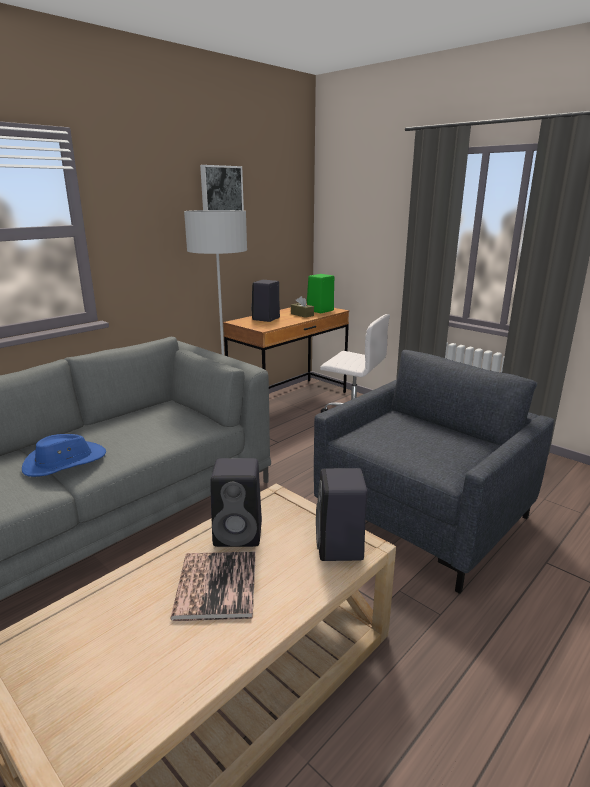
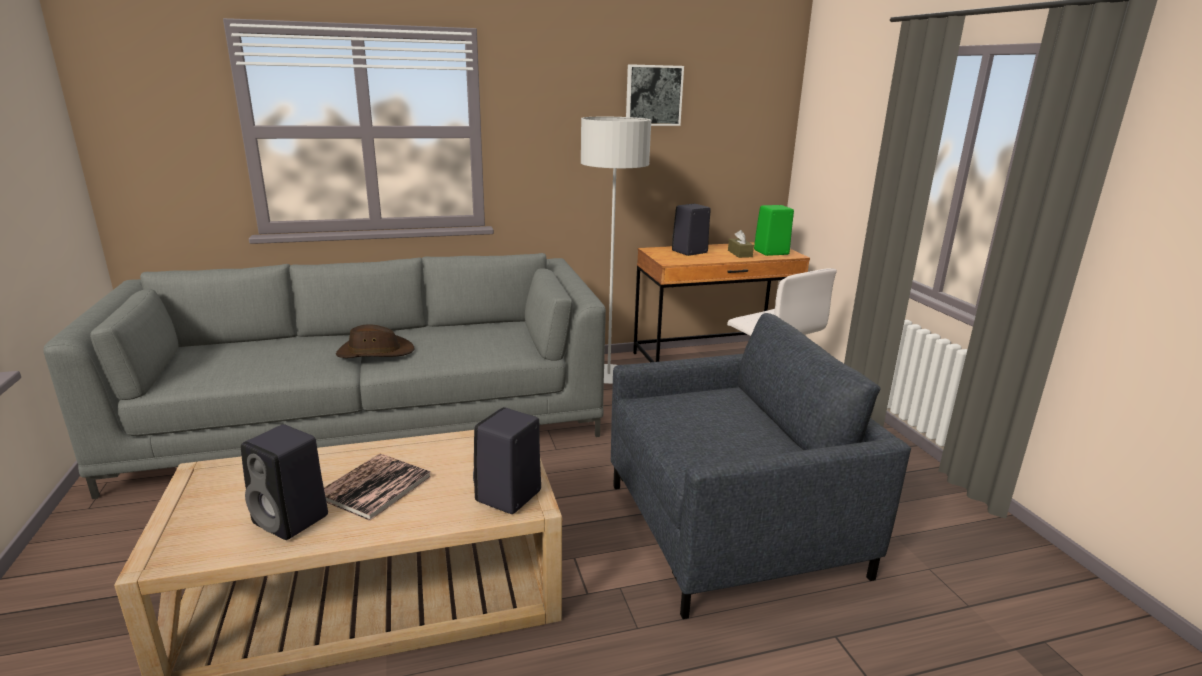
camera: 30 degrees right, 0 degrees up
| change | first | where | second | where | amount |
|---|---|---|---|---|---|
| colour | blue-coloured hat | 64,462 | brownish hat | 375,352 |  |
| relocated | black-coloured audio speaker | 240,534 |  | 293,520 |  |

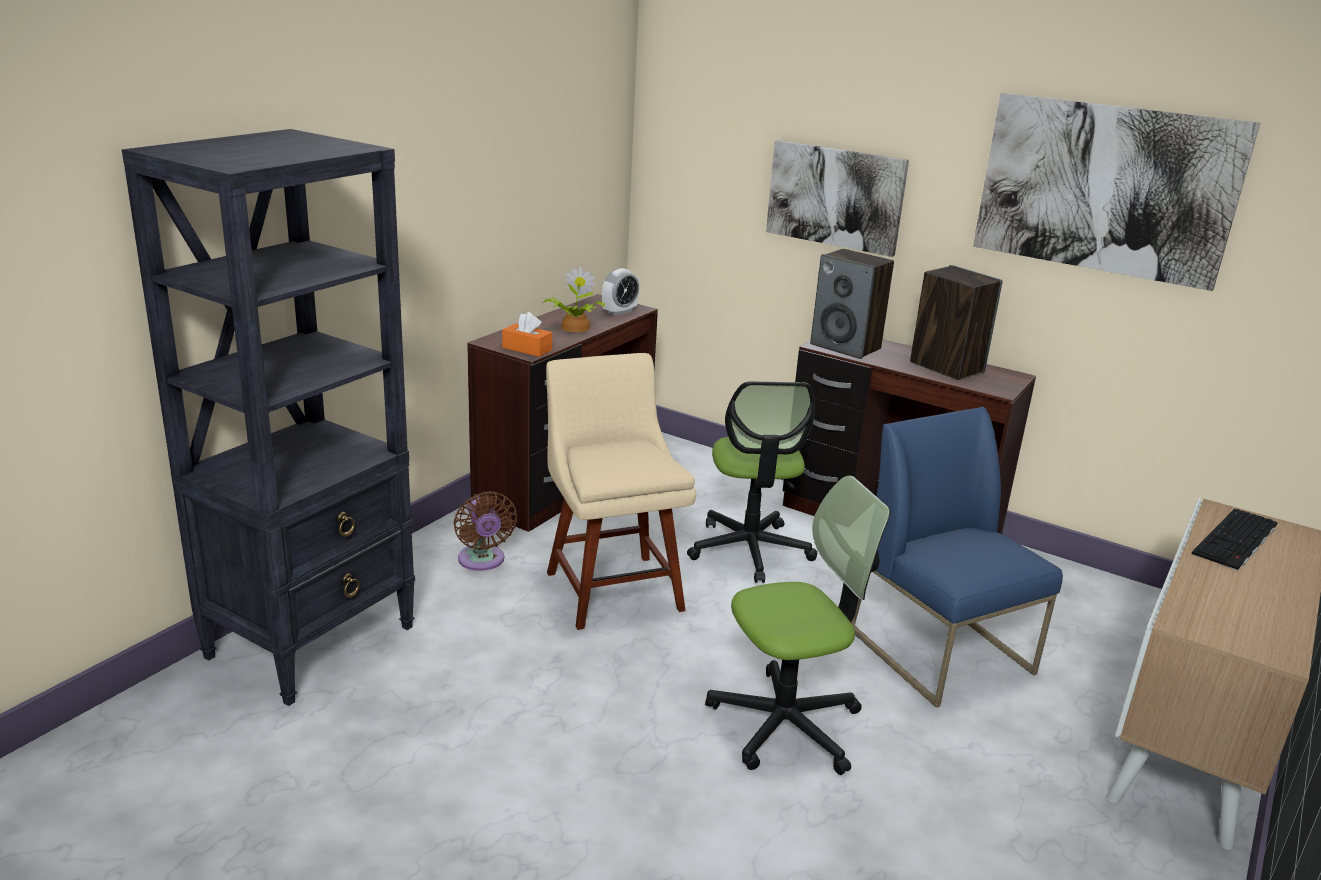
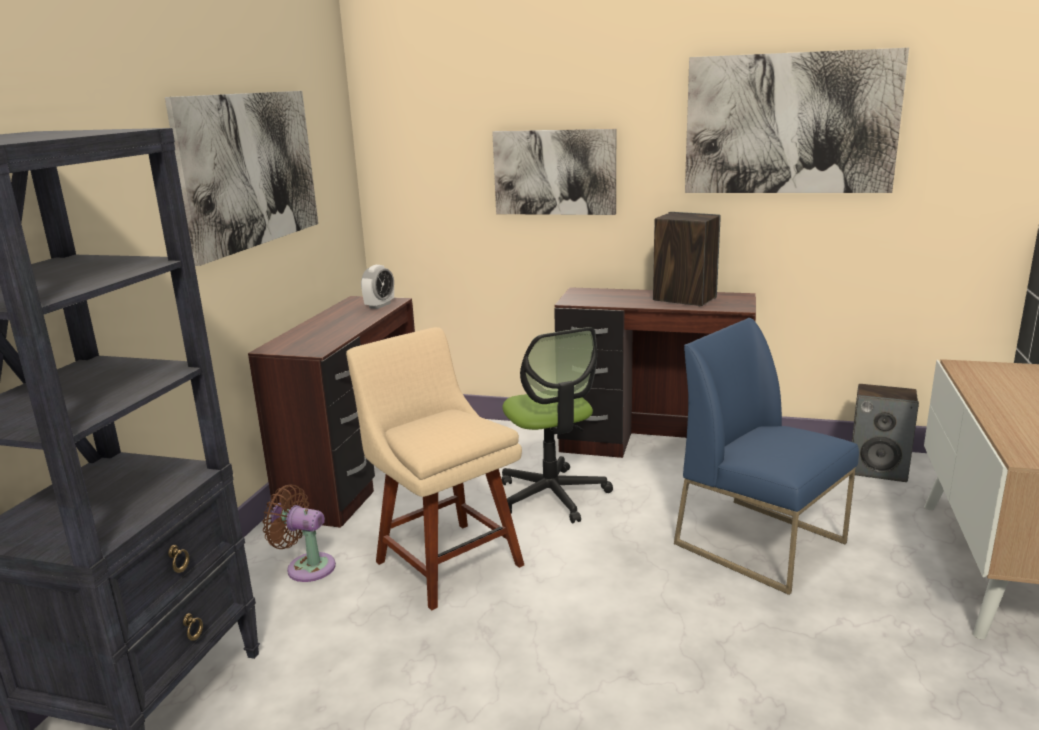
camera: 15 degrees left, 5 degrees down
| change | first | where | second | where | amount |
|---|---|---|---|---|---|
| relocated | audio speaker | 846,347 |  | 878,470 |  |
| missing | houseplant | 574,327 |  |  |  |
| missing | orange-coloured box of tissues | 527,349 |  |  |  |
| missing | desk chair | 786,724 |  |  |  |
| spun | brownish cooling fan | 482,561 |  | 306,567 | 150 degrees clockwise |
| missing | computer keyboard | 1237,540 |  |  |  |
| appeared |  |  | wall picture | 250,170 |  |

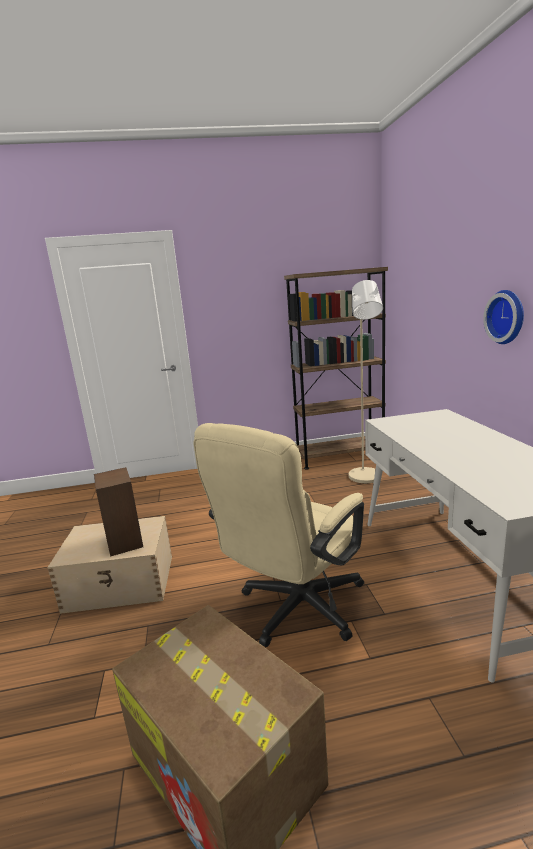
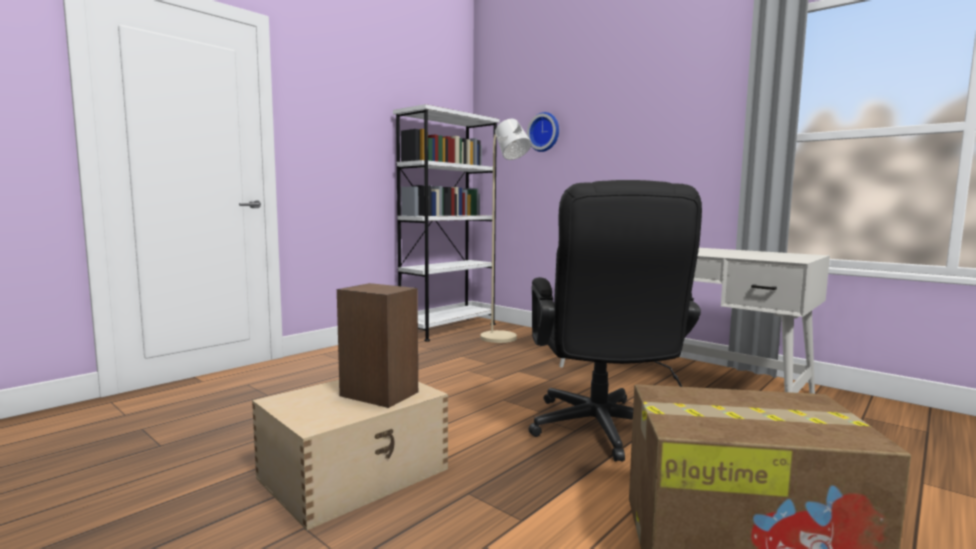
camera: 40 degrees left, 10 degrees down
| change | first | where | second | where | amount |
|---|---|---|---|---|---|
| colour | brownish shelving unit | 340,457 | white-coloured shelving unit | 448,328 |  |
| relocated | hanging clock | 507,317 |  | 545,132 |  |
| colour | beige-coloured desk chair | 295,610 | black-coloured desk chair | 601,432 |  |

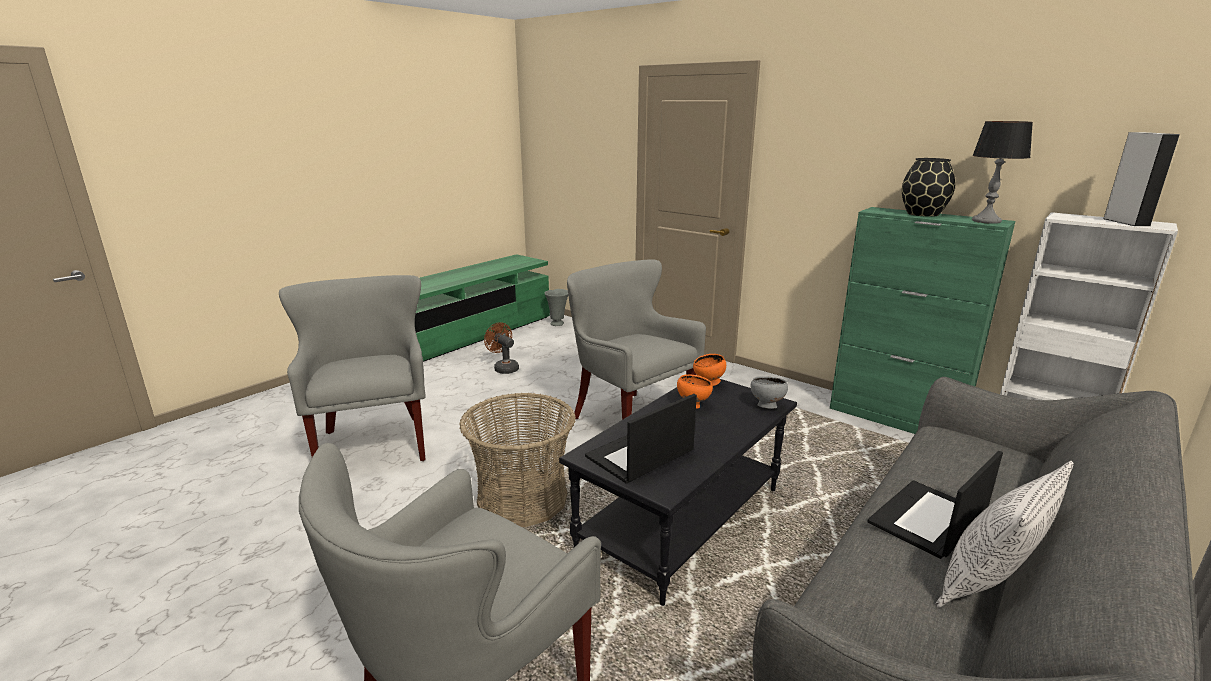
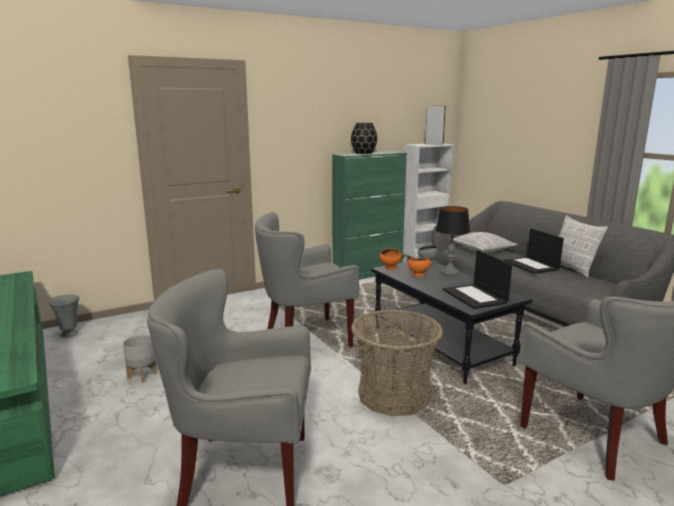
camera: 70 degrees left, 5 degrees down
| change | first | where | second | where | amount |
|---|---|---|---|---|---|
| relocated | lamp for a table | 986,221 |  | 449,272 |  |
| exchanged | brownish cooling fan | 504,368 | gray plant pot | 142,376 |  |
| appeared |  |  | pillow | 482,250 |  |

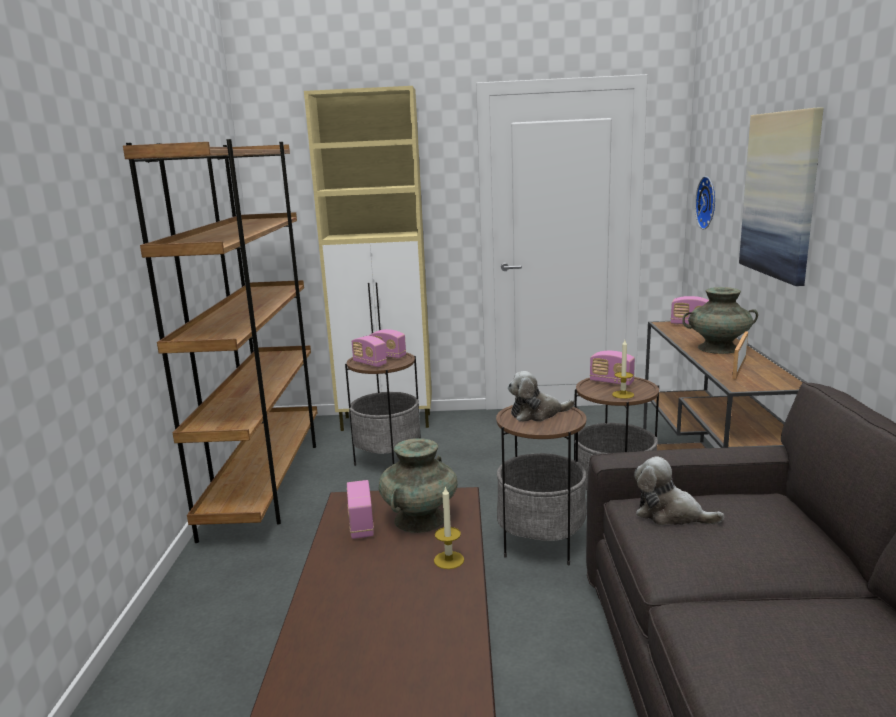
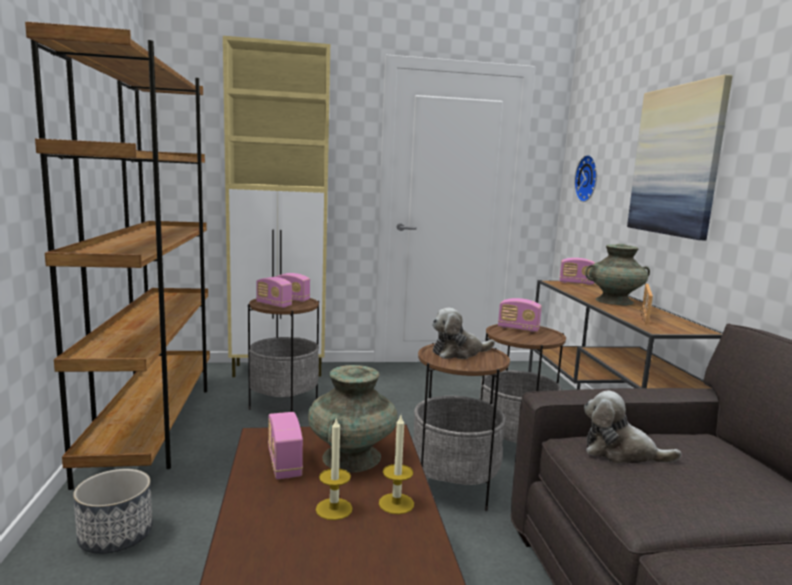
camera: 10 degrees left, 5 degrees down
| change | first | where | second | where | amount |
|---|---|---|---|---|---|
| relocated | candle | 623,394 |  | 334,509 |  |
| appeared |  |  | plant pot | 115,536 |  |

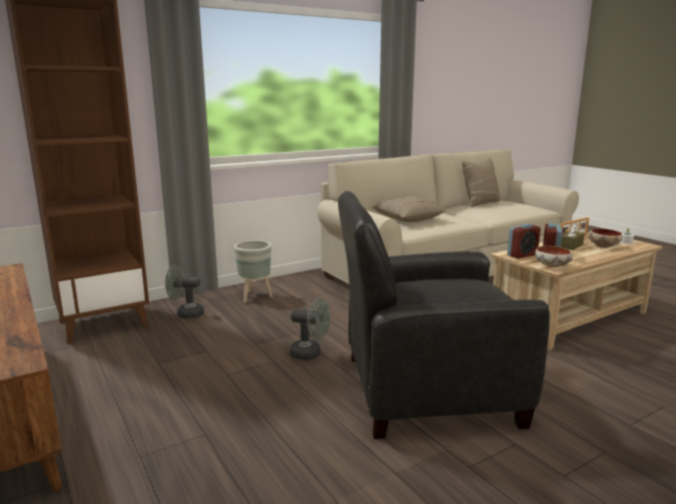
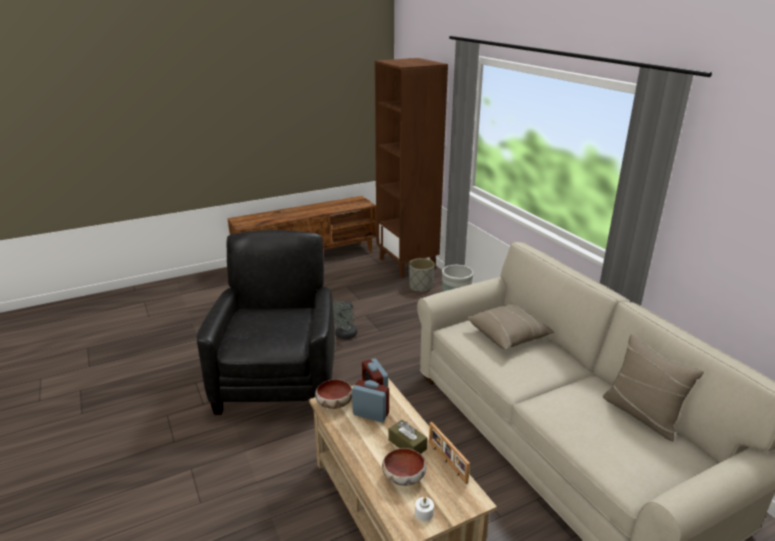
camera: 95 degrees right, 10 degrees up
| change | first | where | second | where | amount |
|---|---|---|---|---|---|
| exchanged | gray cooling fan | 185,314 | gray plant pot | 420,287 |  |

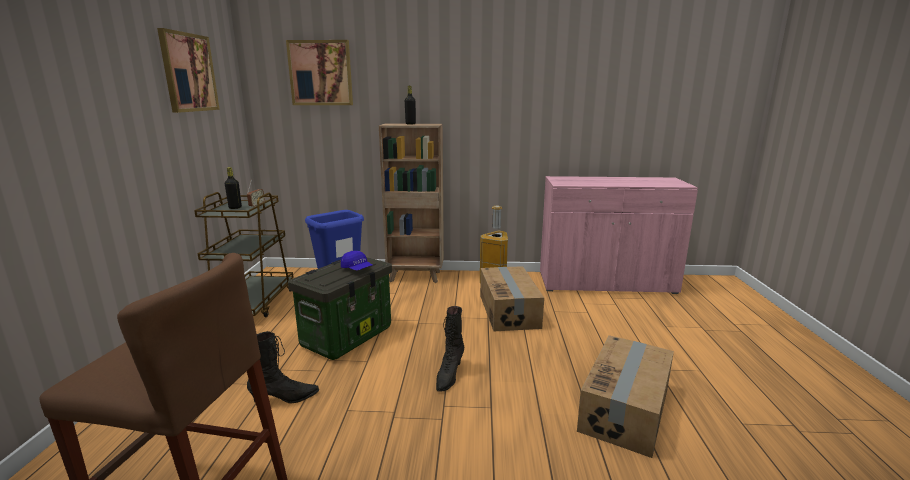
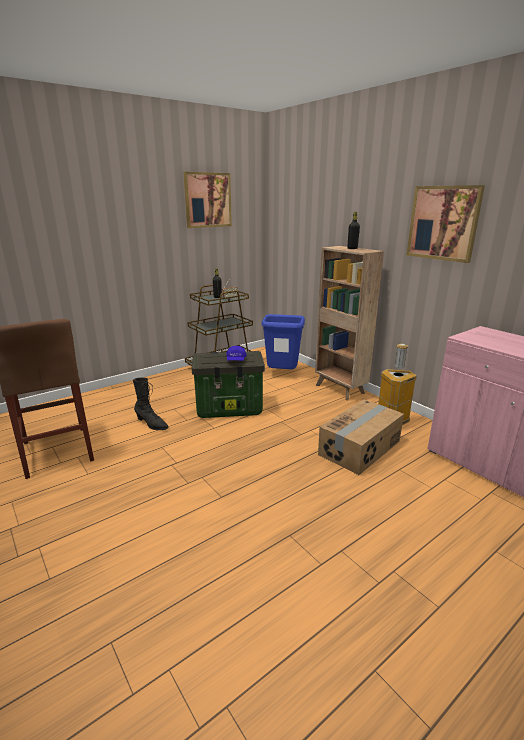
camera: 50 degrees right, 5 degrees up
| change | first | where | second | where | amount |
|---|---|---|---|---|---|
| relocated | wall picture | 320,73 |  | 443,223 |  |
| missing | black-coloured boot | 449,376 |  |  |  |
| missing | carton | 626,409 |  |  |  |

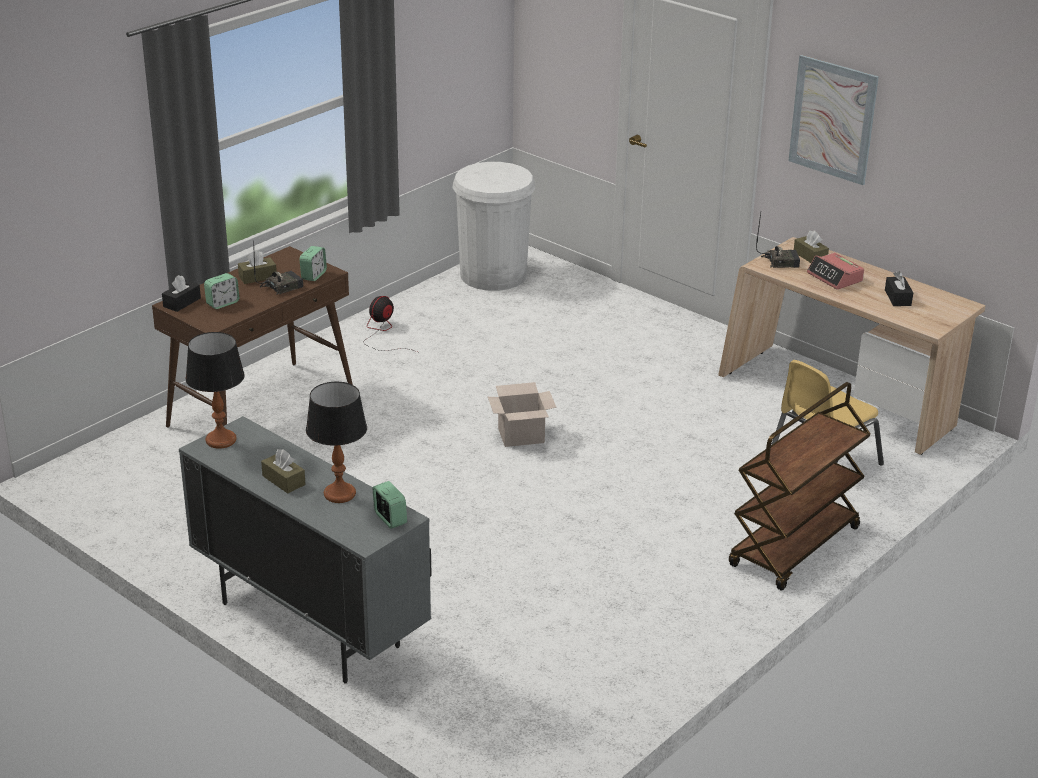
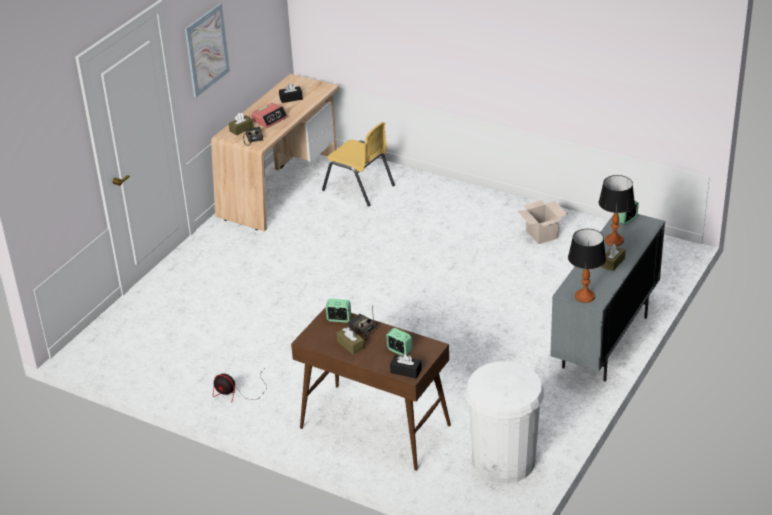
camera: 100 degrees left, 5 degrees up
| change | first | where | second | where | amount |
|---|---|---|---|---|---|
| relocated | white-coloured trash can | 493,275 |  | 504,461 |  |
| relocated | carton | 520,436 |  | 542,234 |  |
| missing | brownish trolley | 795,548 |  |  |  |

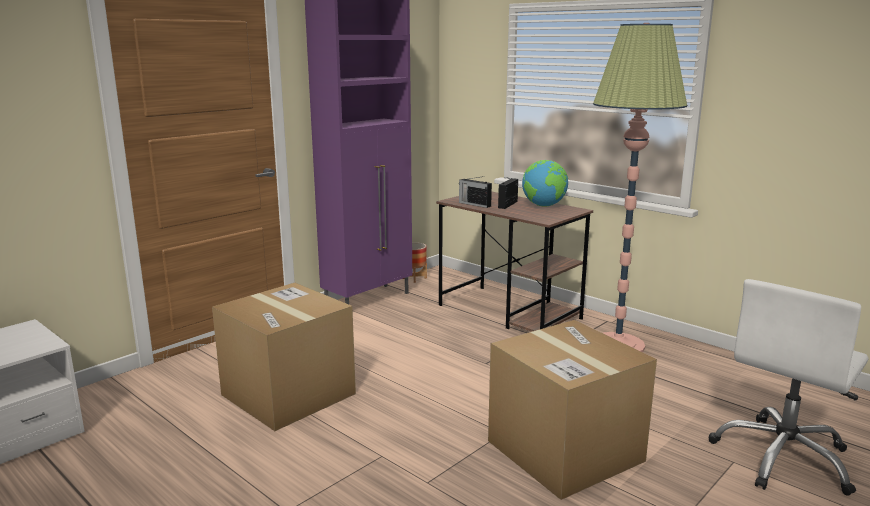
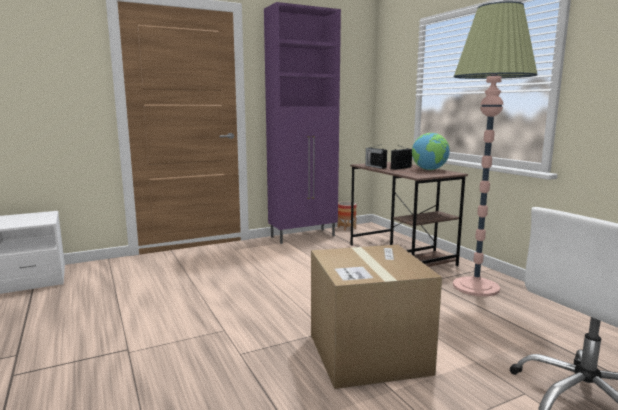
camera: 20 degrees right, 5 degrees down
| change | first | where | second | where | amount |
|---|---|---|---|---|---|
| missing | carton | 288,394 |  |  |  |

